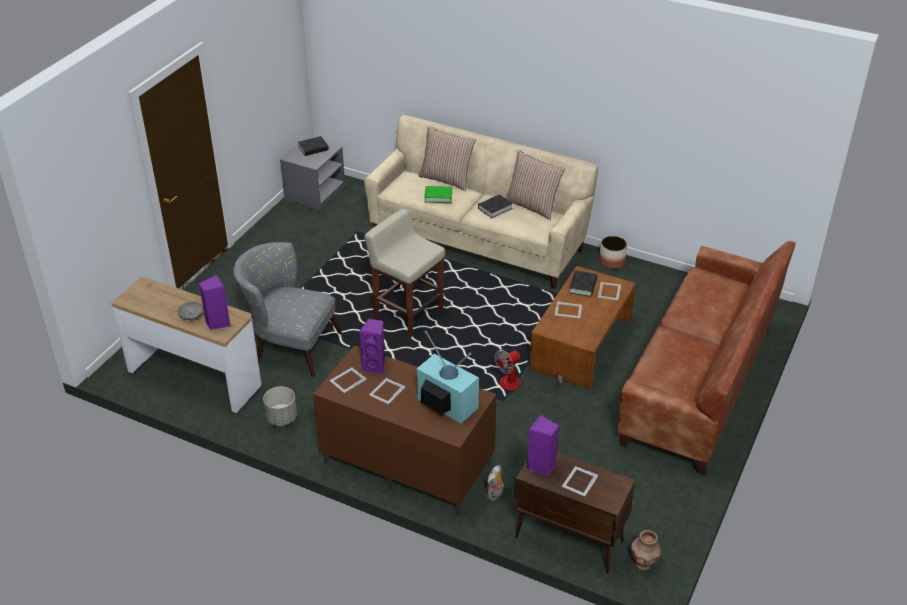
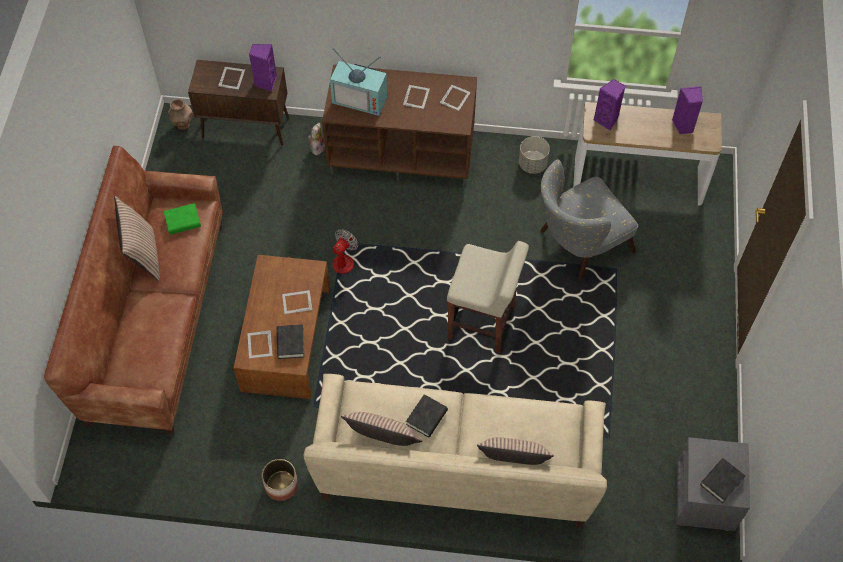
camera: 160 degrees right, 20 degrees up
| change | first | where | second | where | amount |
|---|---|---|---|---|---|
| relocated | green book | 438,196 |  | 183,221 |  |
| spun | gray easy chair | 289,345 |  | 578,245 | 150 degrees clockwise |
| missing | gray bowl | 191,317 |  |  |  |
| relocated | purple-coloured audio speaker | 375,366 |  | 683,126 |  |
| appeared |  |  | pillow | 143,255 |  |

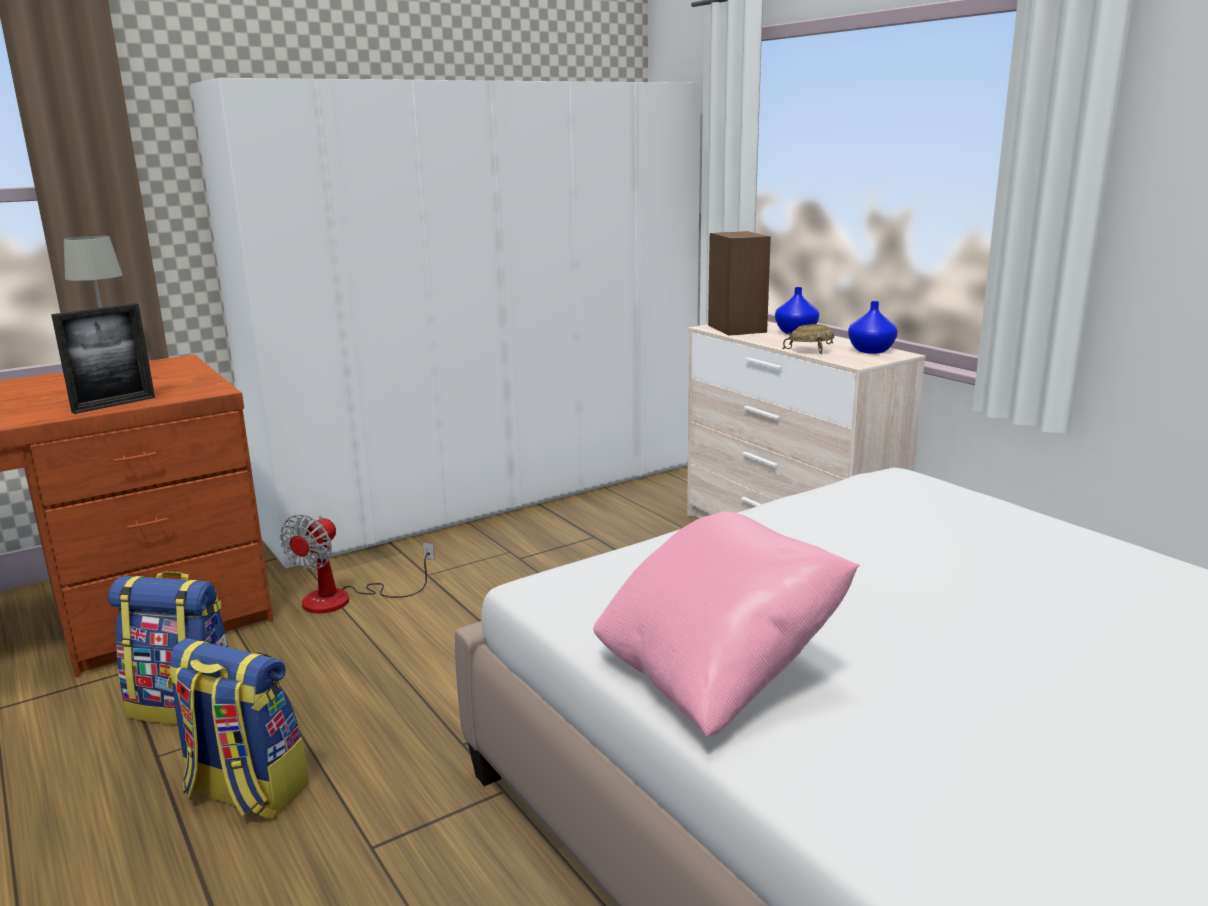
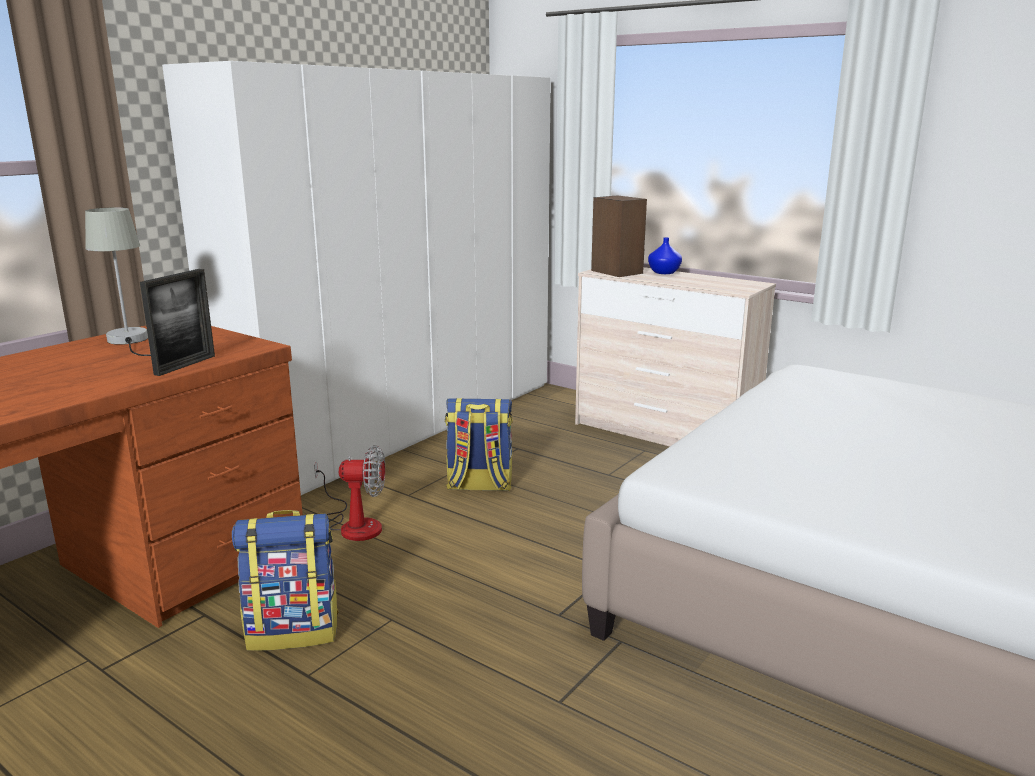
camera: 20 degrees left, 0 degrees up
| change | first | where | second | where | amount |
|---|---|---|---|---|---|
| missing | blue-coloured decorative vase | 870,350 |  |  |  |
| missing | beige-coloured bowl | 812,350 |  |  |  |
| missing | pinkish pillow | 717,674 |  |  |  |
| spun | cooling fan | 344,599 |  | 354,524 | 90 degrees counterclockwise |
| relocated | knapsack | 244,792 |  | 479,485 |  |

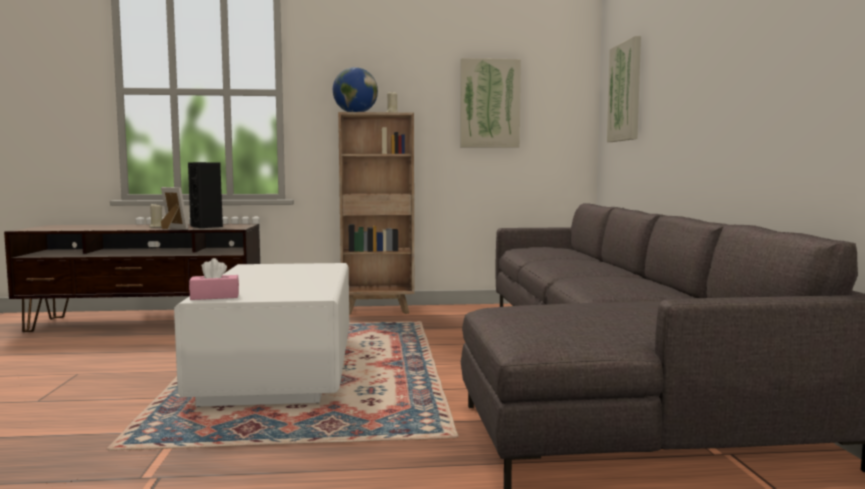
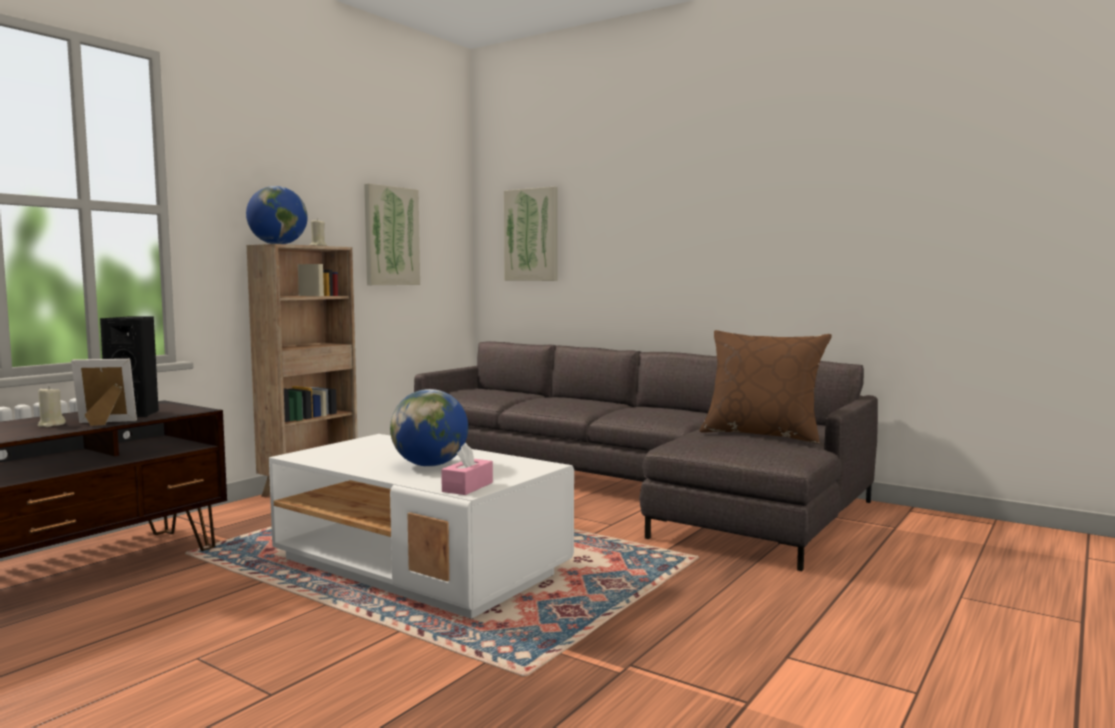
camera: 50 degrees left, 0 degrees up
| change | first | where | second | where | amount |
|---|---|---|---|---|---|
| appeared |  |  | brownish pillow | 762,434 |  |
| appeared |  |  | desk globe | 430,465 |  |

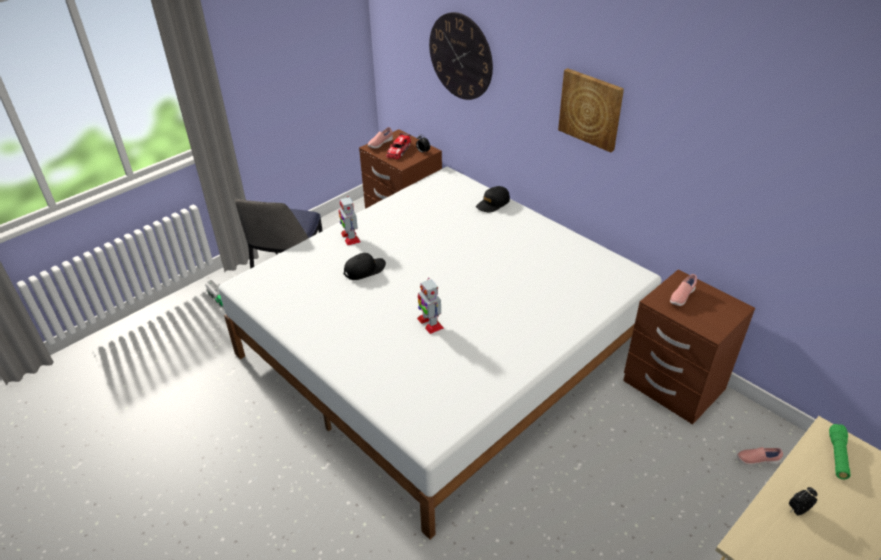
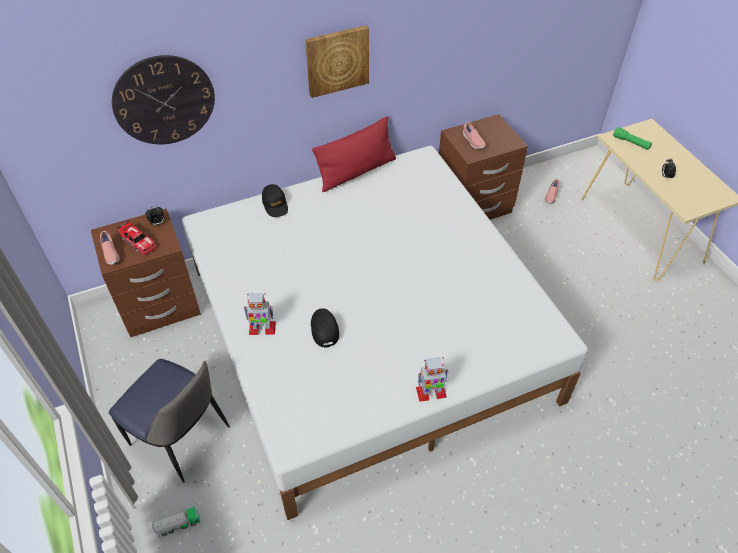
camera: 70 degrees left, 10 degrees up
| change | first | where | second | where | amount |
|---|---|---|---|---|---|
| relocated | toy robot | 430,323 |  | 430,392 |  |
| appeared |  |  | reddish pillow | 356,172 |  |

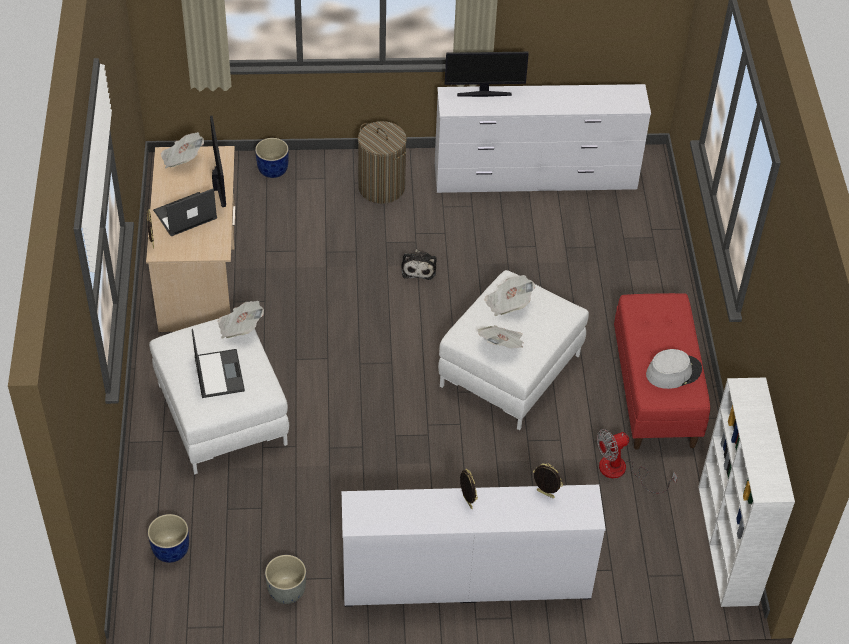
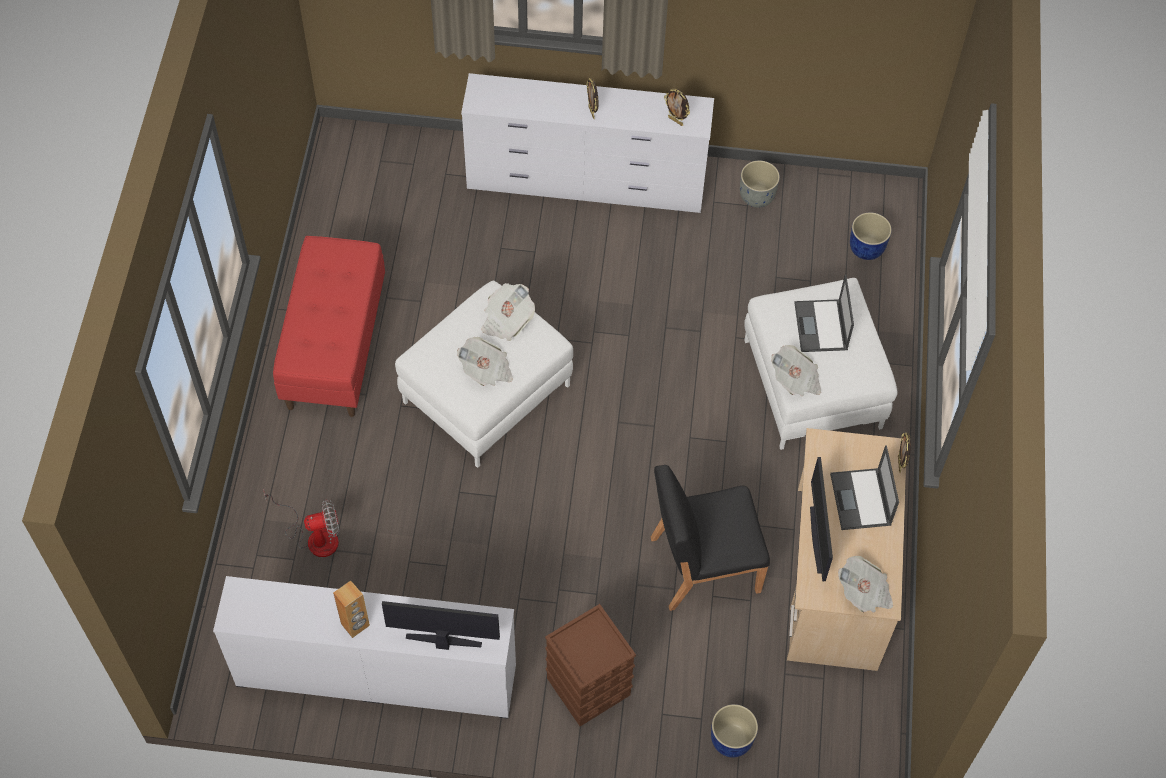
camera: 170 degrees left, 10 degrees up
| change | first | where | second | where | amount |
|---|---|---|---|---|---|
| exchanged | hamper | 381,187 | brownish storage container | 587,686 |  |
| spun | laptop | 184,215 |  | 861,500 | 105 degrees clockwise |
| missing | plush toy | 419,268 |  |  |  |
| missing | gray hat | 673,372 |  |  |  |
| missing | white-coloured shelving unit | 728,546 |  |  |  |
| relocated | cooling fan | 622,471 |  | 314,536 |  |
| relocated | standing frame | 545,494 |  | 676,121 |  |
| appeared |  |  | black-coloured upright chair | 703,564 |  |
| appeared |  |  | brownish audio speaker | 355,625 |  |

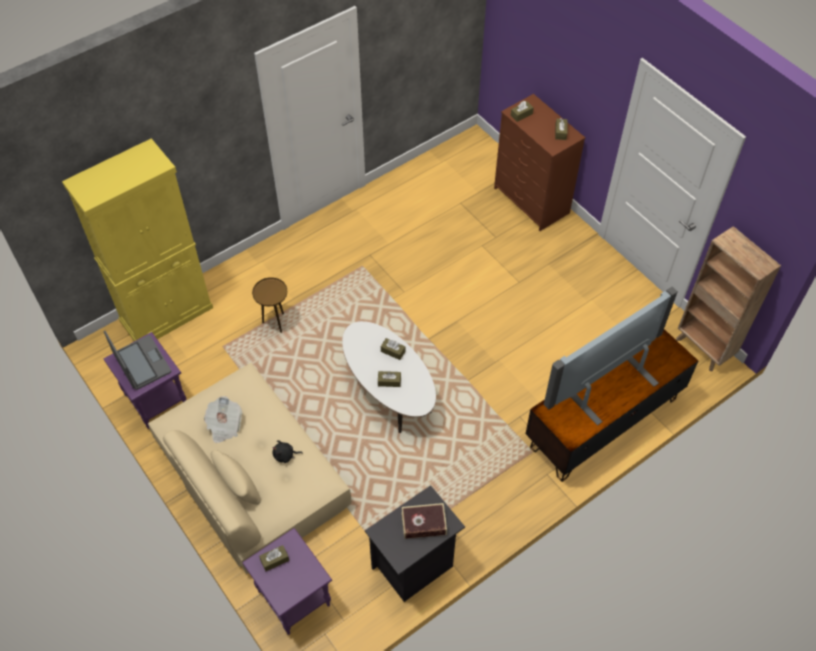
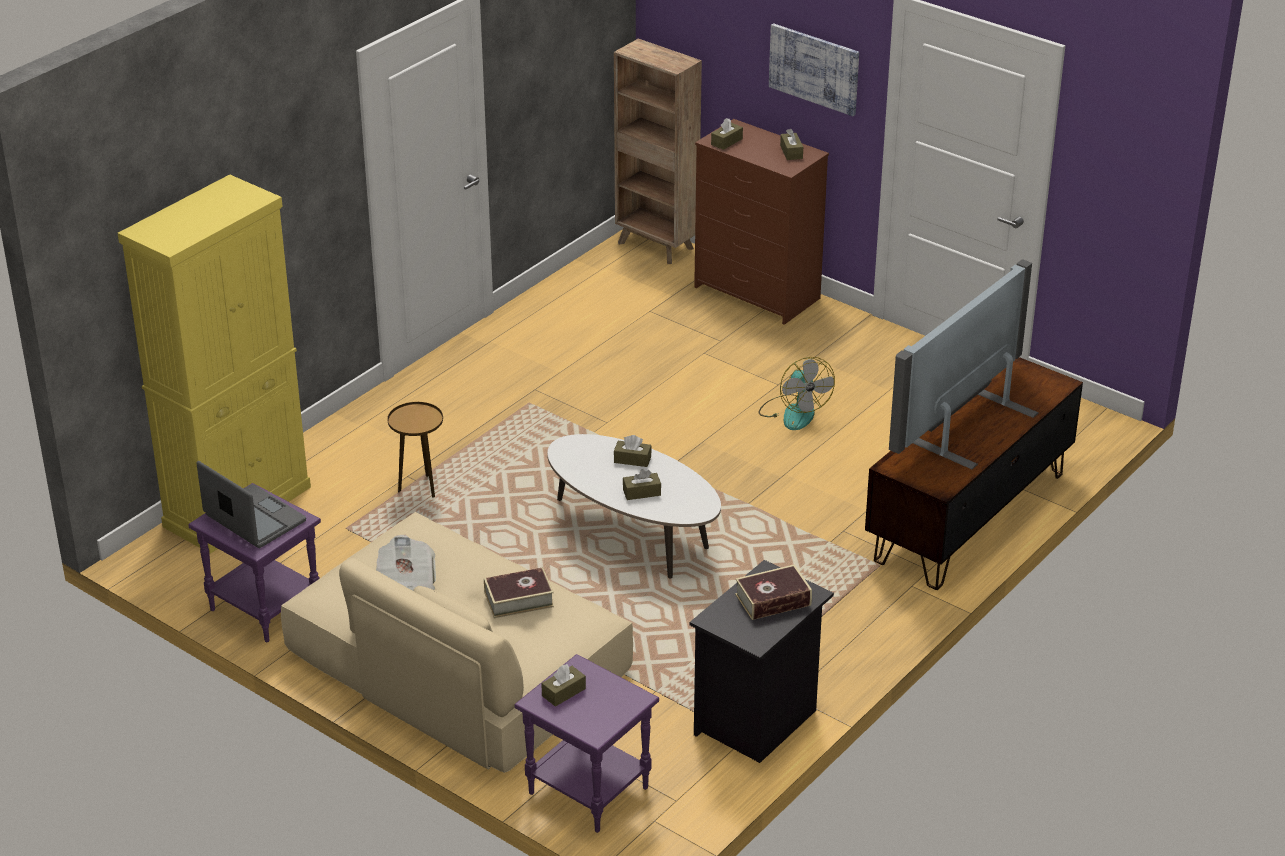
camera: 15 degrees left, 20 degrees down
| change | first | where | second | where | amount |
|---|---|---|---|---|---|
| relocated | brownish shelving unit | 704,349 |  | 656,246 |  |
| exchanged | black-coloured plush toy | 285,455 | book | 518,599 |  |
| appeared |  |  | wall picture | 814,68 |  |
| appeared |  |  | cooling fan | 794,412 |  |

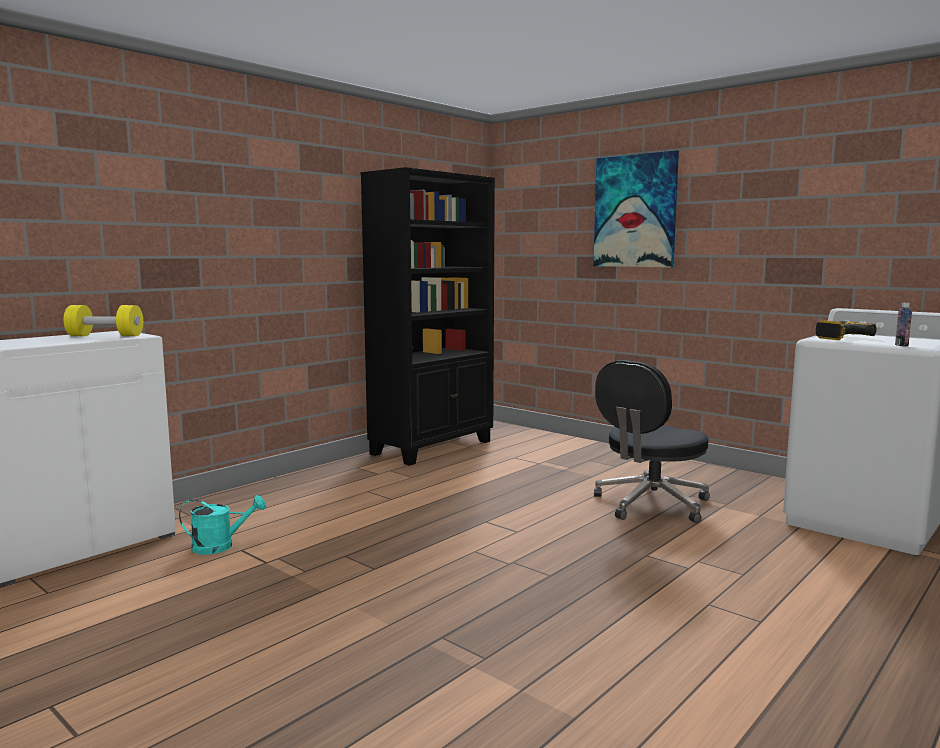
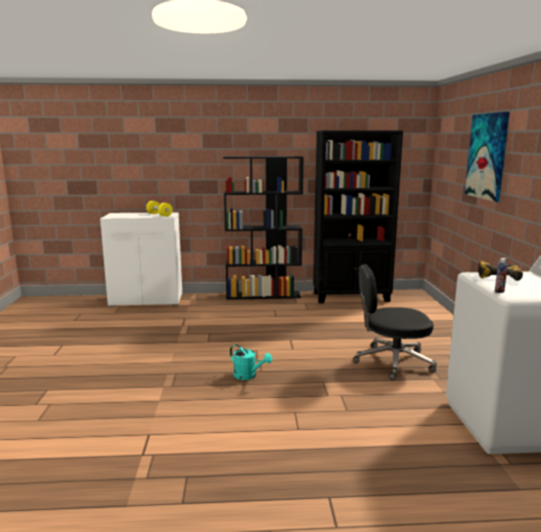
camera: 45 degrees right, 5 degrees up
| change | first | where | second | where | amount |
|---|---|---|---|---|---|
| relocated | turquoise watering can | 220,546 |  | 248,376 |  |
| appeared |  |  | black-coloured shelving unit | 263,295 |  |

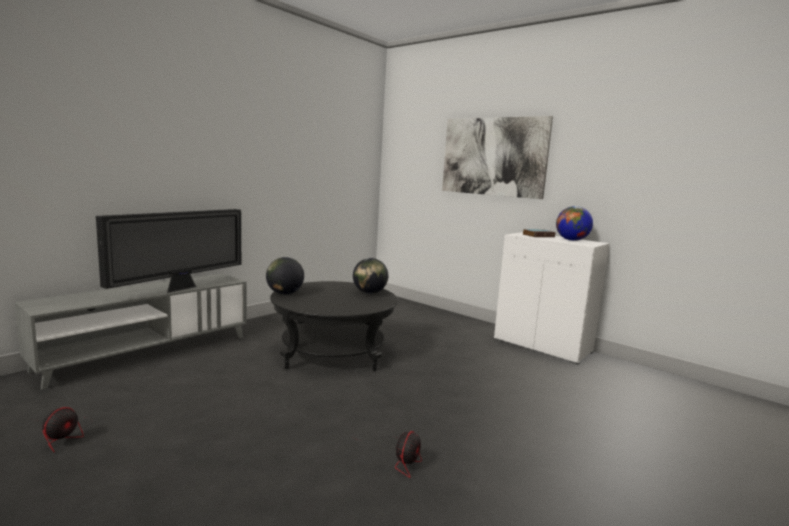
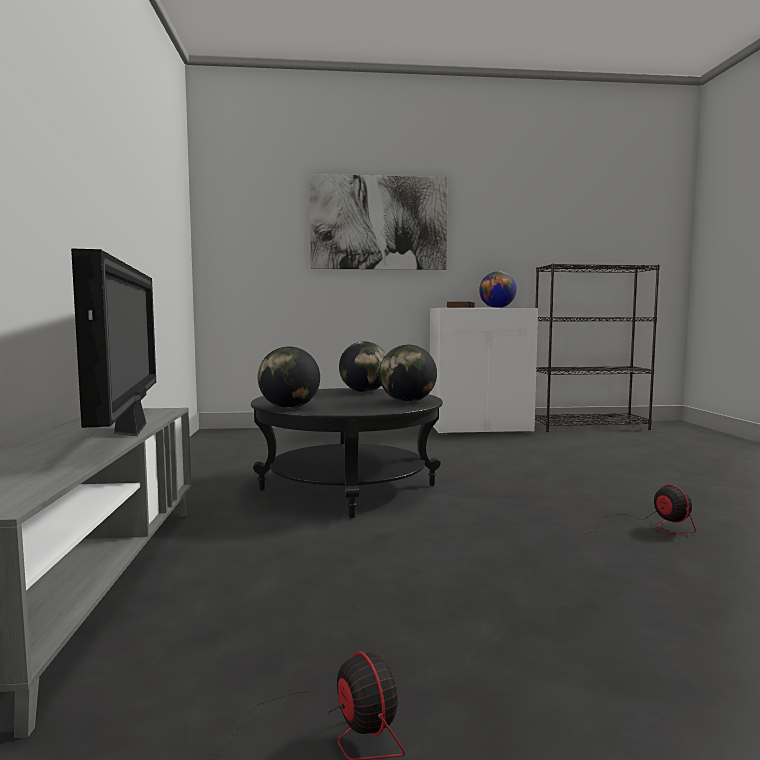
camera: 45 degrees left, 5 degrees down
| change | first | where | second | where | amount |
|---|---|---|---|---|---|
| appeared |  |  | black-coloured shelving unit | 590,427 |  |
| appeared |  |  | desk globe | 407,402 |  |

